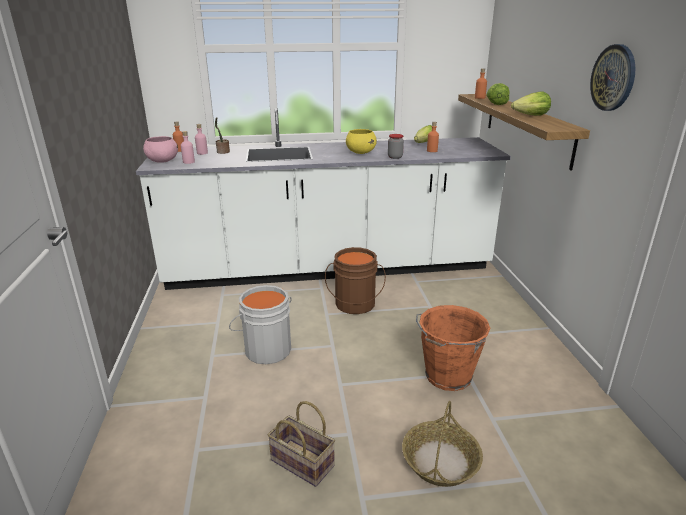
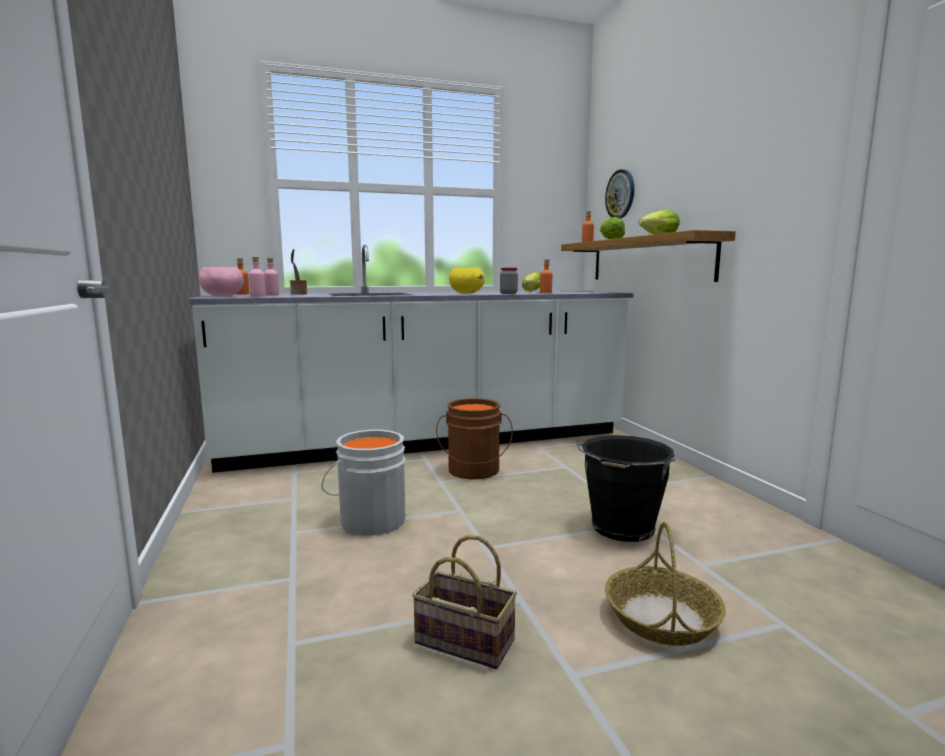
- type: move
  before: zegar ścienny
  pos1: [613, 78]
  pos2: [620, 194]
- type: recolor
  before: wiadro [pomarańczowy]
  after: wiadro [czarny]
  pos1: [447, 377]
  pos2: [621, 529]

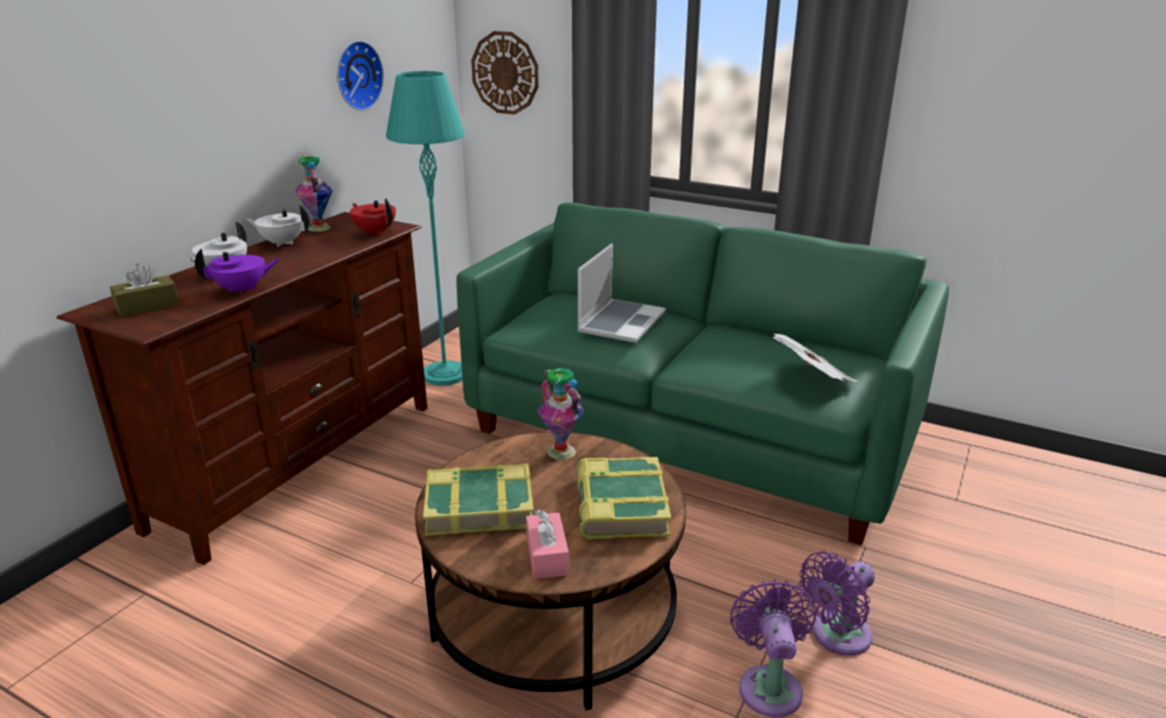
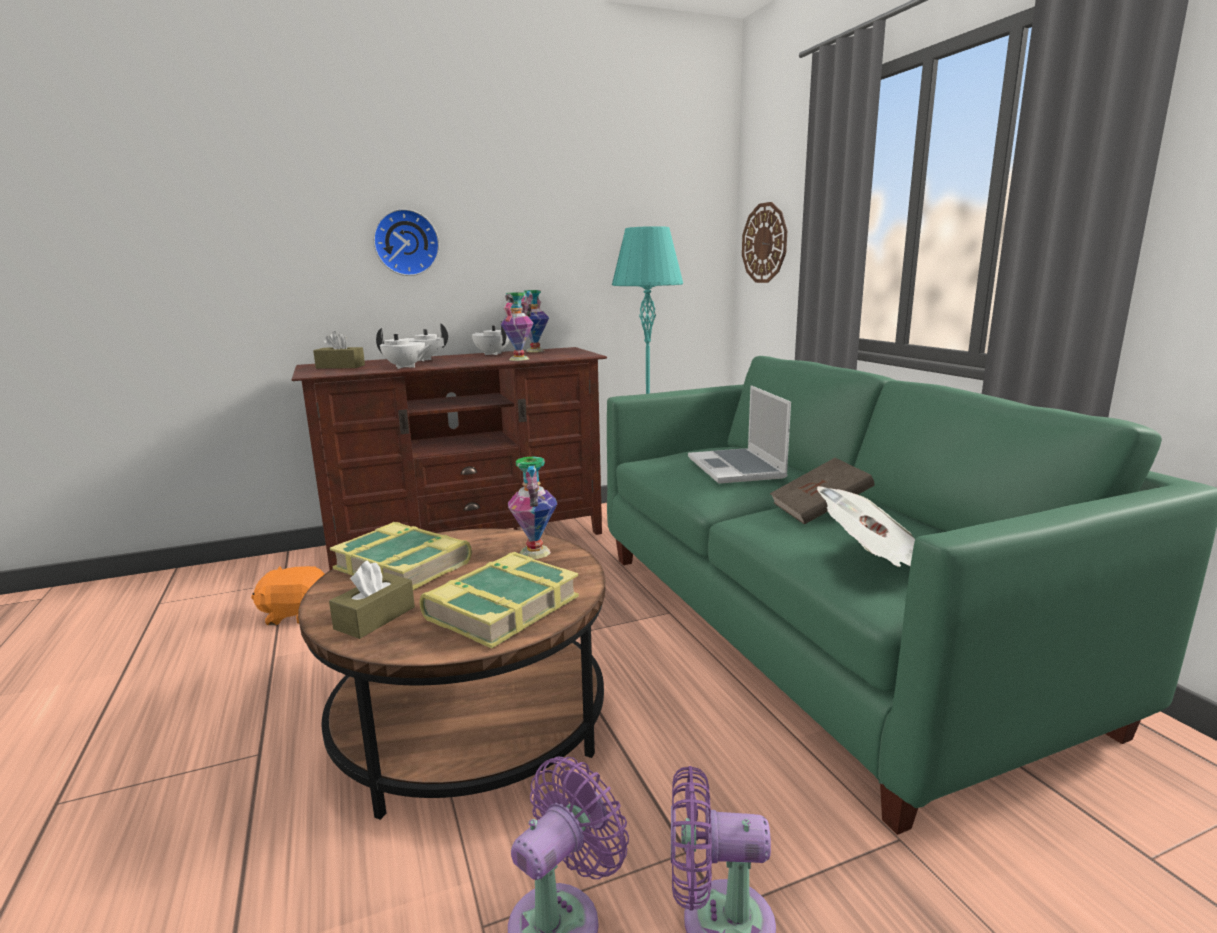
- type: move
  before: zegar ścienny
  pos1: [356, 75]
  pos2: [406, 243]
- type: delete
  before: imbryk [czerwony]
  pos1: [375, 232]
- type: rotate
  before: laptop
  pos1: [621, 322]
  pos2: [737, 468]
  turn: 105
- type: recolor
  before: imbryk [fioletowy]
  after: imbryk [biały]
  pos1: [242, 290]
  pos2: [405, 367]
- type: recolor
  before: pudełko chusteczek [różowy]
  after: pudełko chusteczek [brązowy]
  pos1: [547, 556]
  pos2: [375, 618]
- type: insert
  after: wazon
  pos2: [518, 359]
- type: insert
  after: książka [brązowy]
  pos2: [819, 510]
- type: insert
  after: pluszak [pomarańczowy]
  pos2: [295, 614]

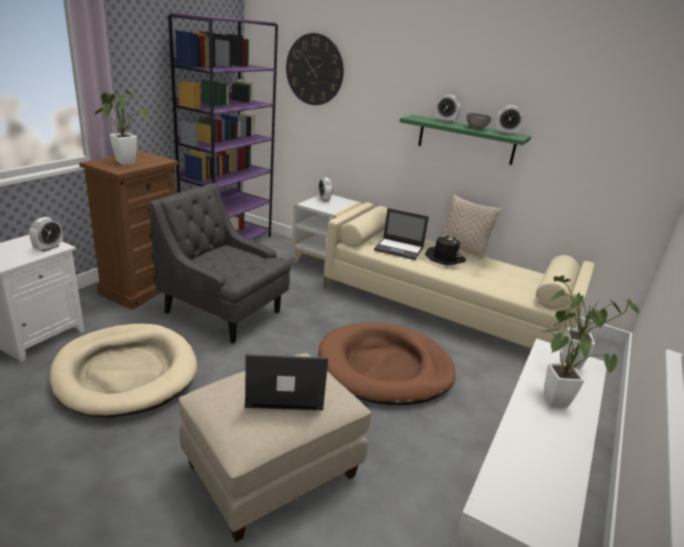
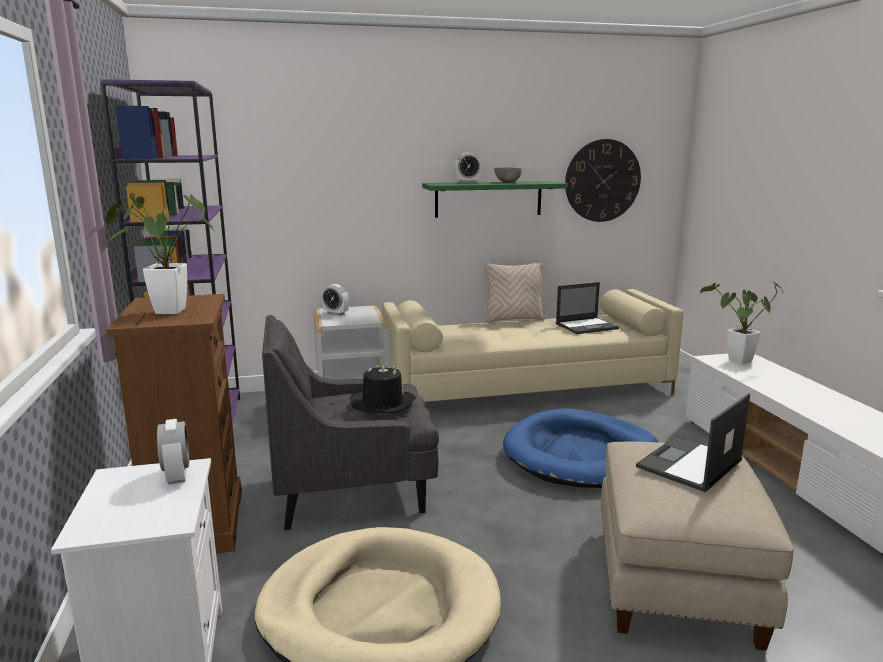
- type: move
  before: zegar ścienny
  pos1: [314, 70]
  pos2: [602, 180]
- type: delete
  before: budzik
  pos1: [506, 133]
- type: move
  before: laptop
  pos1: [399, 249]
  pos2: [587, 326]
- type: move
  before: kapelusz [czarny]
  pos1: [444, 258]
  pos2: [382, 403]
- type: delete
  before: roślina doniczkowa
  pos1: [553, 397]
- type: recolor
  before: legowisko [brązowy]
  after: legowisko [niebieski]
  pos1: [385, 368]
  pos2: [581, 454]

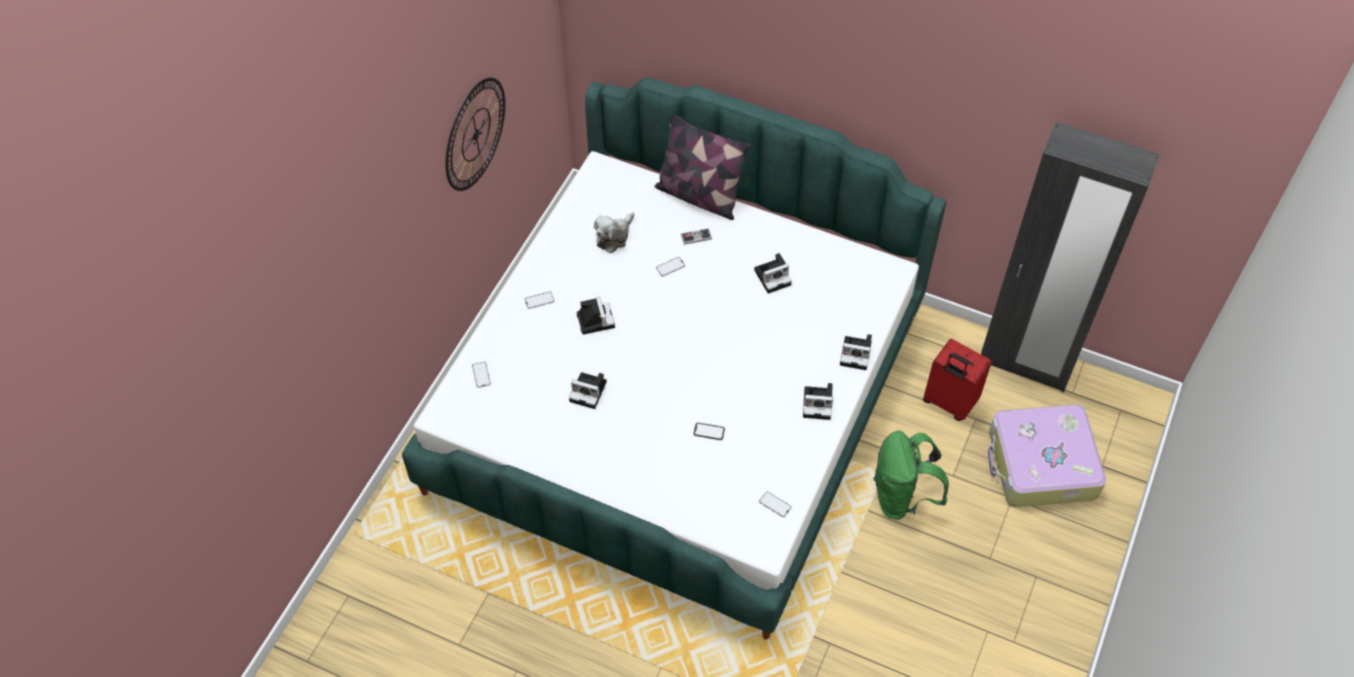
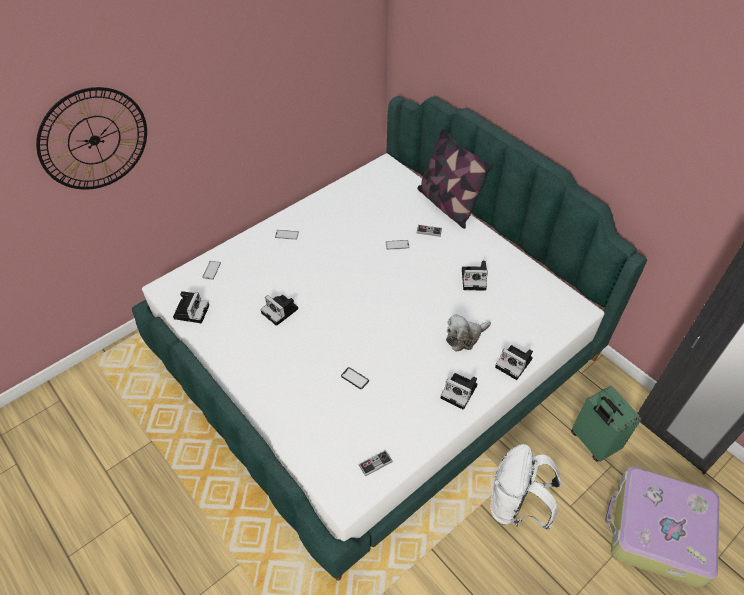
- type: move
  before: zegar ścienny
  pos1: [475, 134]
  pos2: [94, 140]
- type: move
  before: pluszak
  pos1: [614, 236]
  pos2: [464, 337]
- type: move
  before: aparat fotograficzny
  pos1: [595, 319]
  pos2: [191, 311]
- type: recolor
  before: walizka [czerwony]
  after: walizka [zielony]
  pos1: [948, 403]
  pos2: [593, 442]
- type: recolor
  before: plecak [zielony]
  after: plecak [biały]
  pos1: [902, 497]
  pos2: [516, 506]
- type: replace
  before: telefon
  after: pad do gier
  pos1: [775, 504]
  pos2: [375, 463]

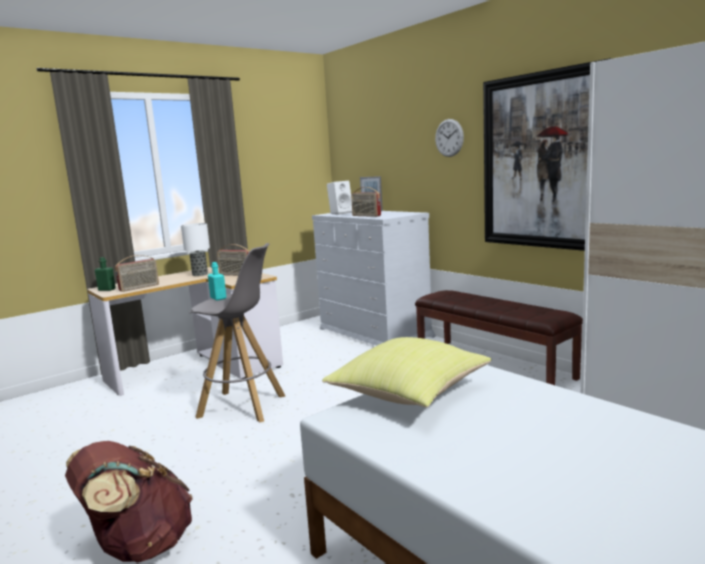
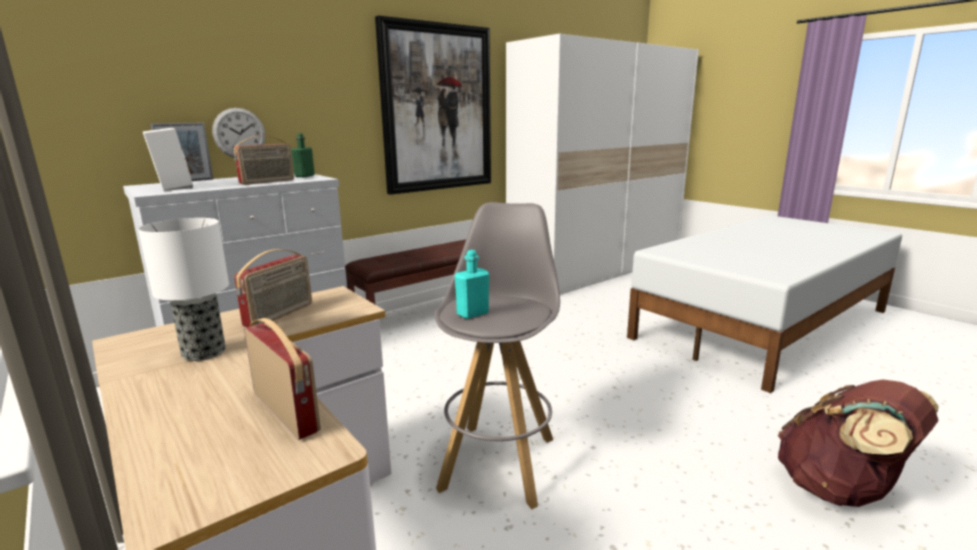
- type: move
  before: zegar ścienny
  pos1: [449, 138]
  pos2: [239, 133]
- type: move
  before: butelka [zielony]
  pos1: [107, 289]
  pos2: [304, 176]
- type: delete
  before: poduszka [żółty]
  pos1: [410, 395]

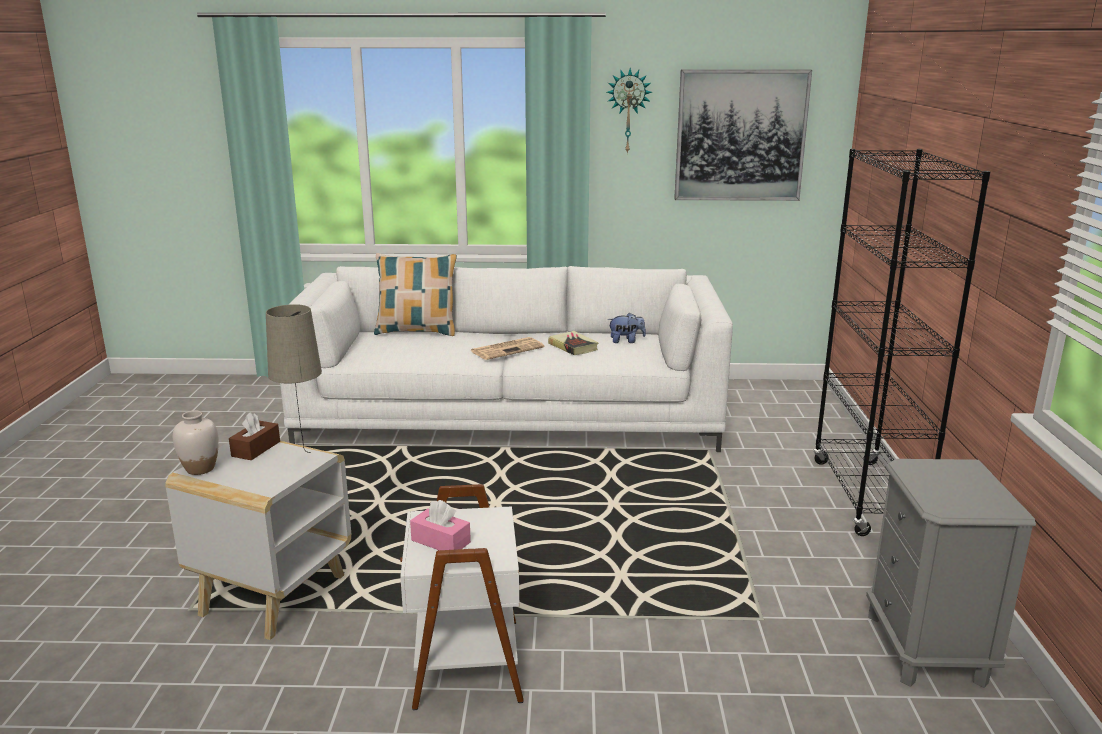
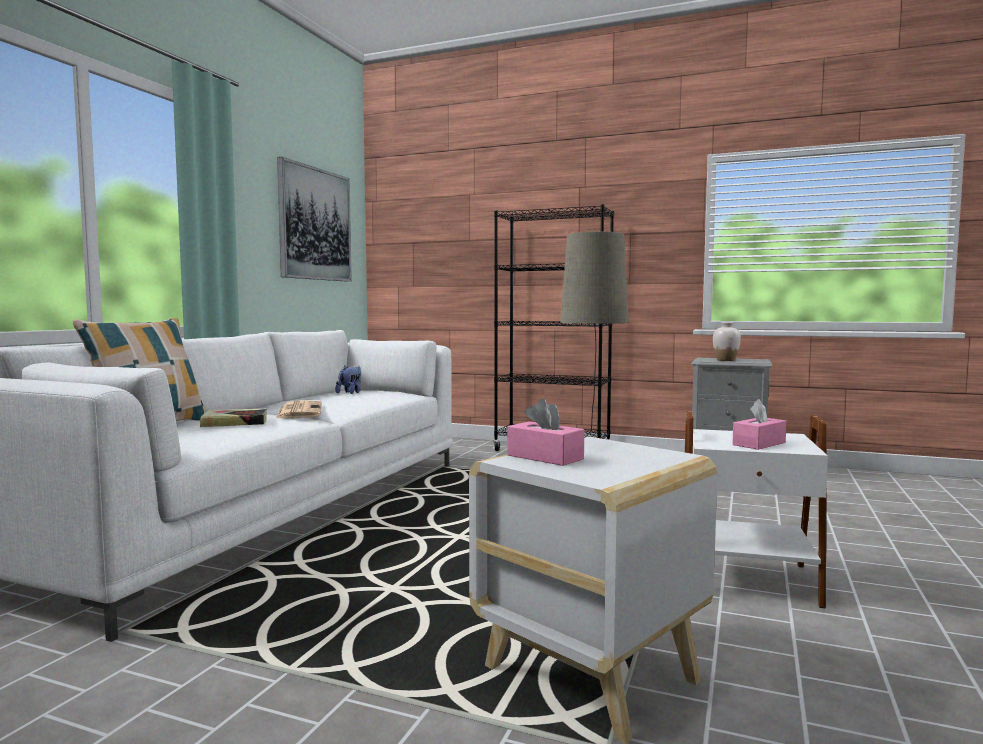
- type: delete
  before: zegar ścienny
  pos1: [628, 111]
- type: move
  before: książka
  pos1: [573, 347]
  pos2: [234, 423]
- type: move
  before: wazon [biały]
  pos1: [200, 469]
  pos2: [725, 360]
- type: recolor
  before: pudełko chusteczek [brązowy]
  after: pudełko chusteczek [różowy]
  pos1: [256, 449]
  pos2: [545, 457]

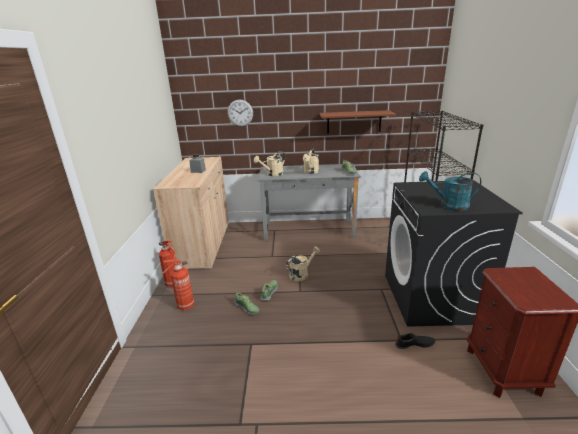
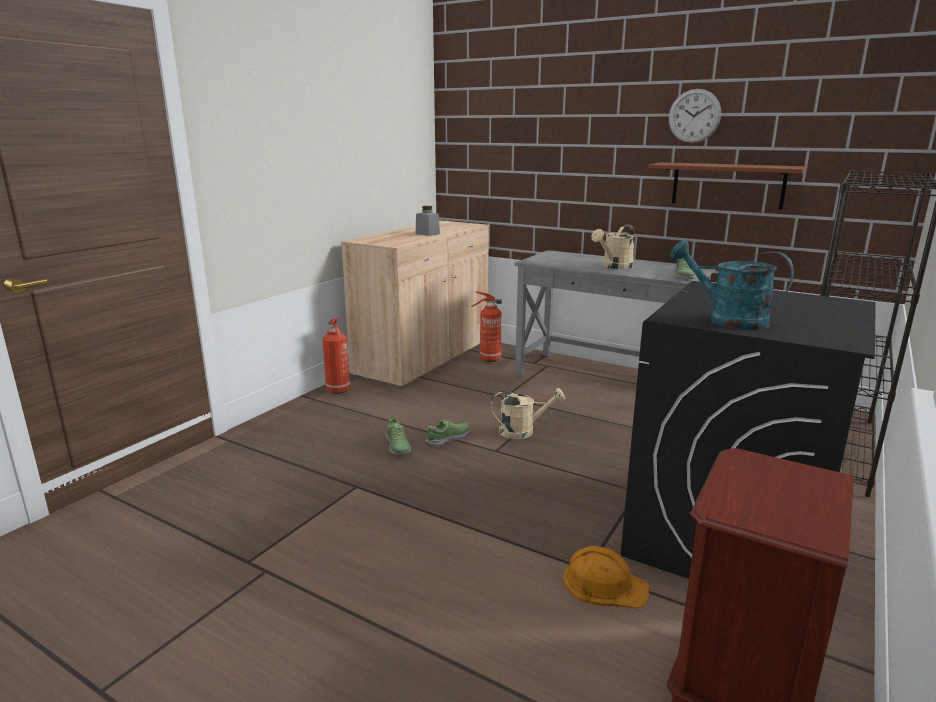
- type: move
  before: zegar ścienny
  pos1: [240, 113]
  pos2: [694, 116]
- type: delete
  before: konewka [beżowy]
  pos1: [272, 174]
- type: move
  before: gaśnica
  pos1: [184, 306]
  pos2: [488, 359]
- type: replace
  before: but [czarny]
  after: kask [pomarańczowy]
  pos1: [414, 344]
  pos2: [604, 584]

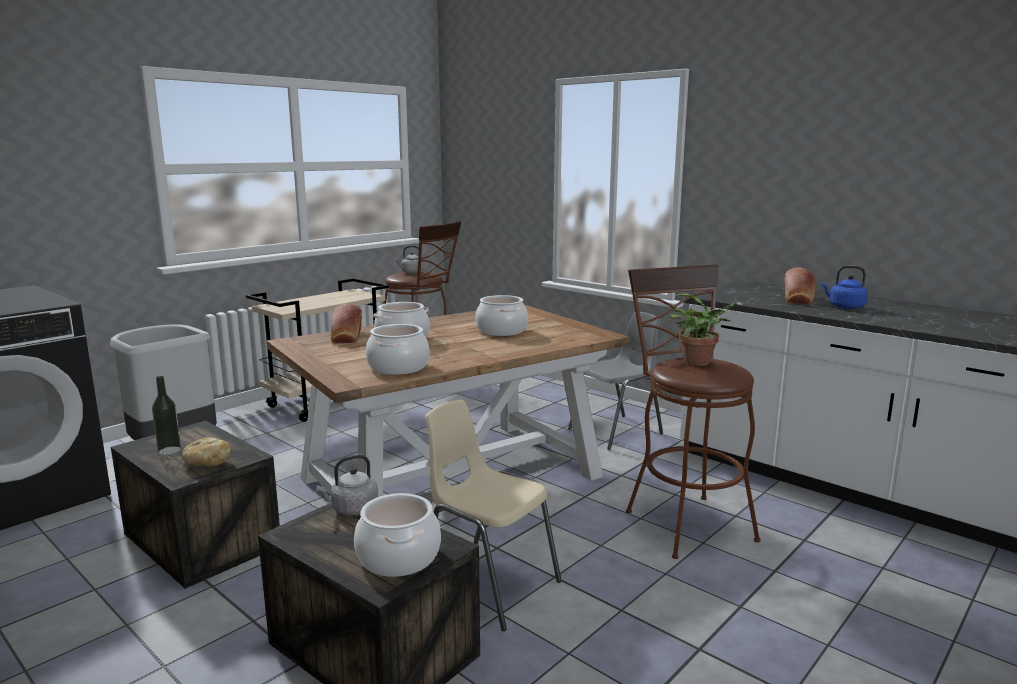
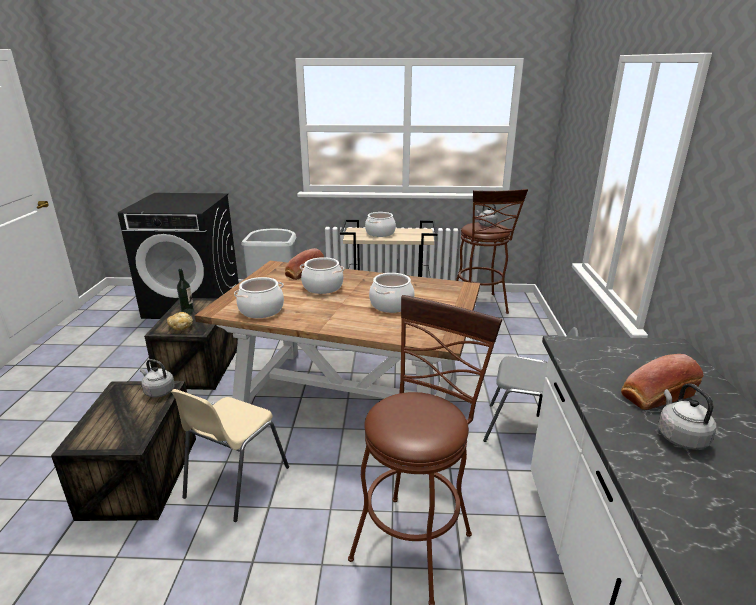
- type: recolor
  before: czajnik [niebieski]
  after: czajnik [szary]
  pos1: [844, 307]
  pos2: [679, 436]
- type: delete
  before: roślina doniczkowa
  pos1: [700, 362]
- type: rotate
  before: krzesło [beżowy]
  pos1: [487, 584]
  pos2: [235, 482]
  turn: -150
- type: move
  before: garnek
  pos1: [399, 557]
  pos2: [380, 233]

